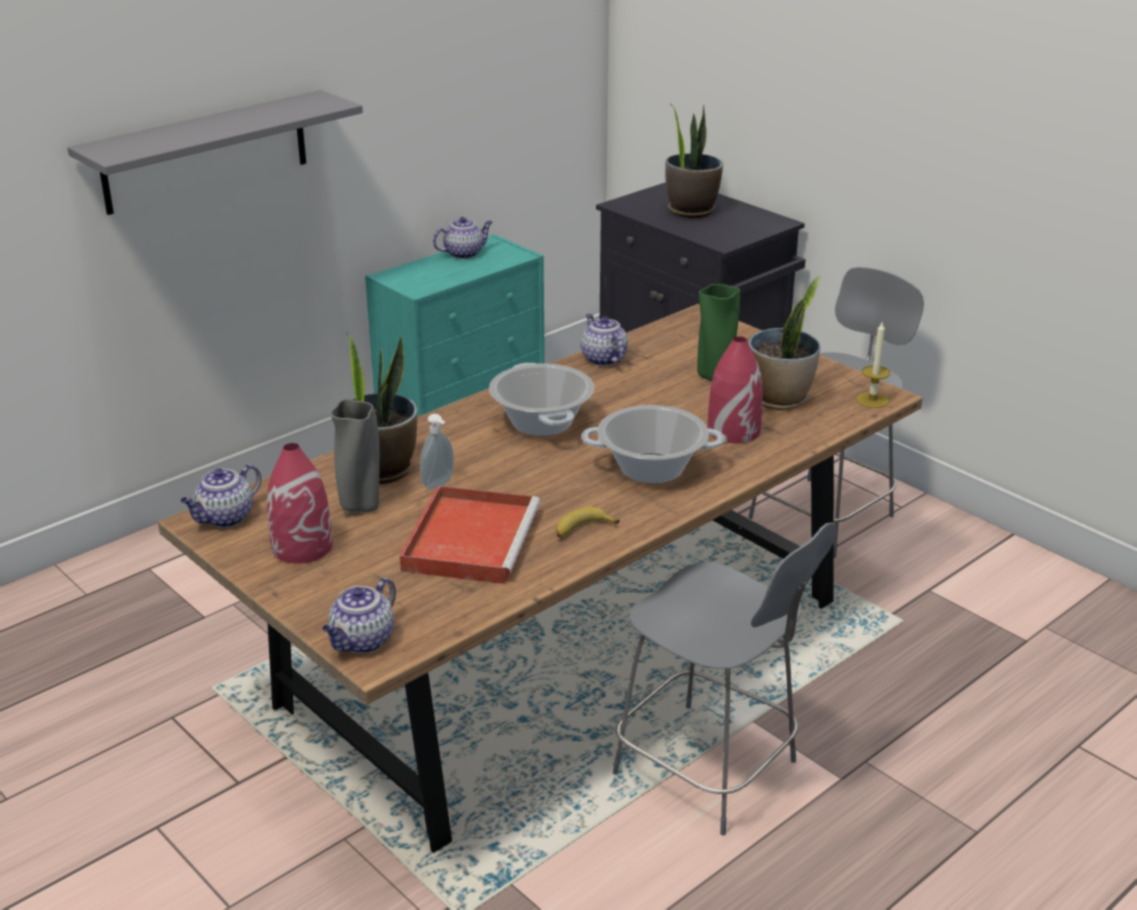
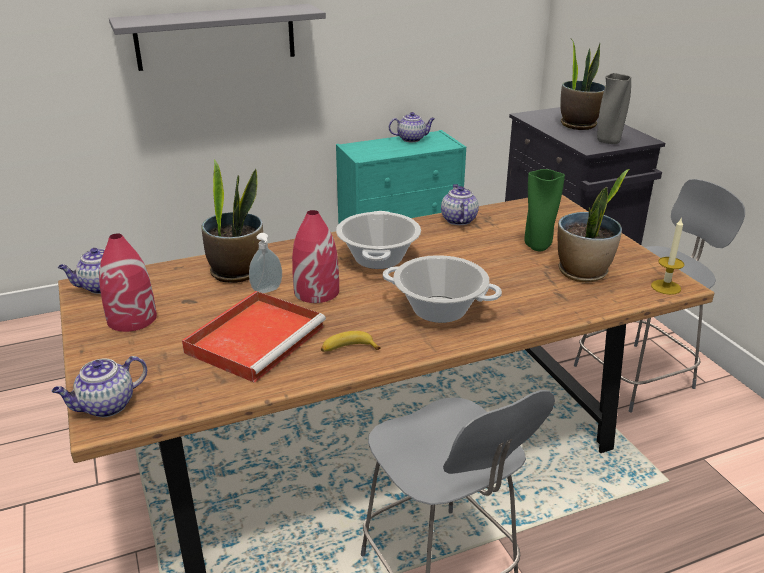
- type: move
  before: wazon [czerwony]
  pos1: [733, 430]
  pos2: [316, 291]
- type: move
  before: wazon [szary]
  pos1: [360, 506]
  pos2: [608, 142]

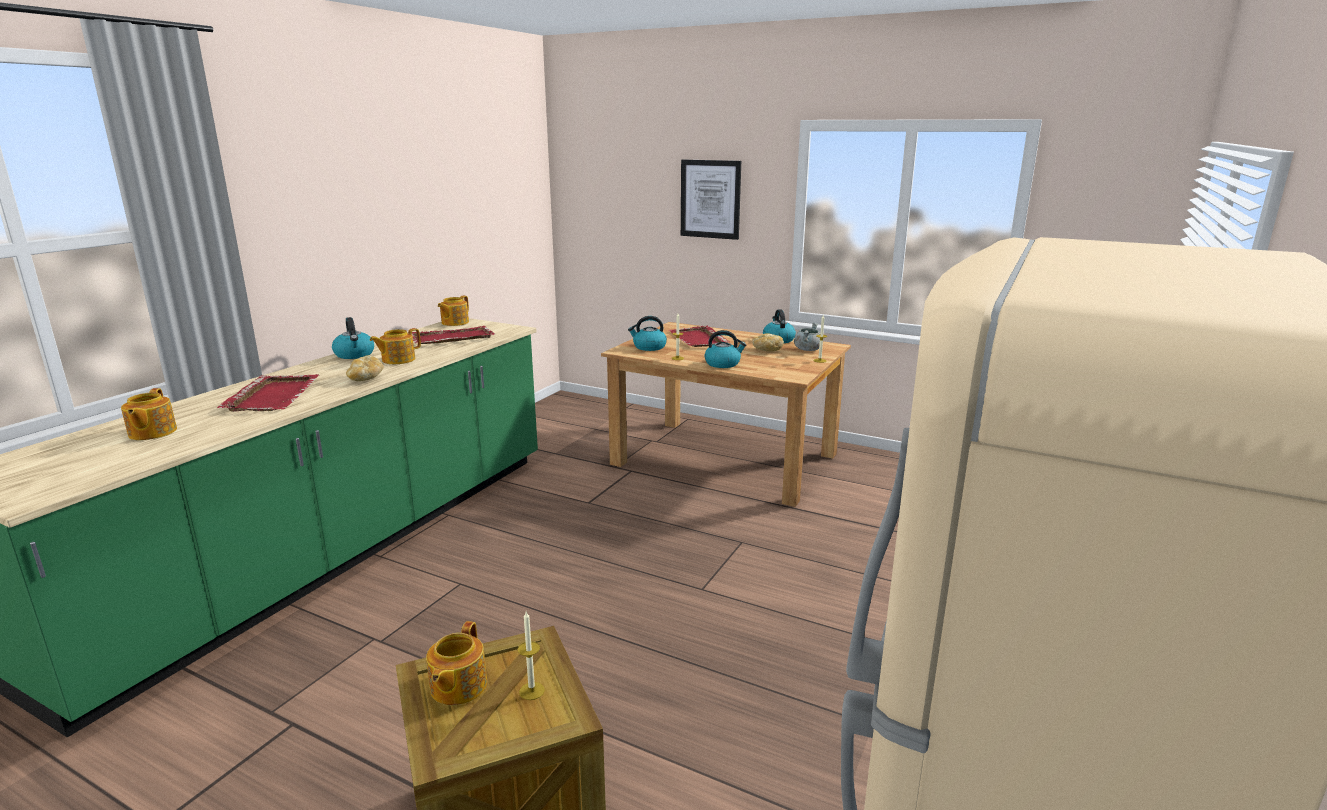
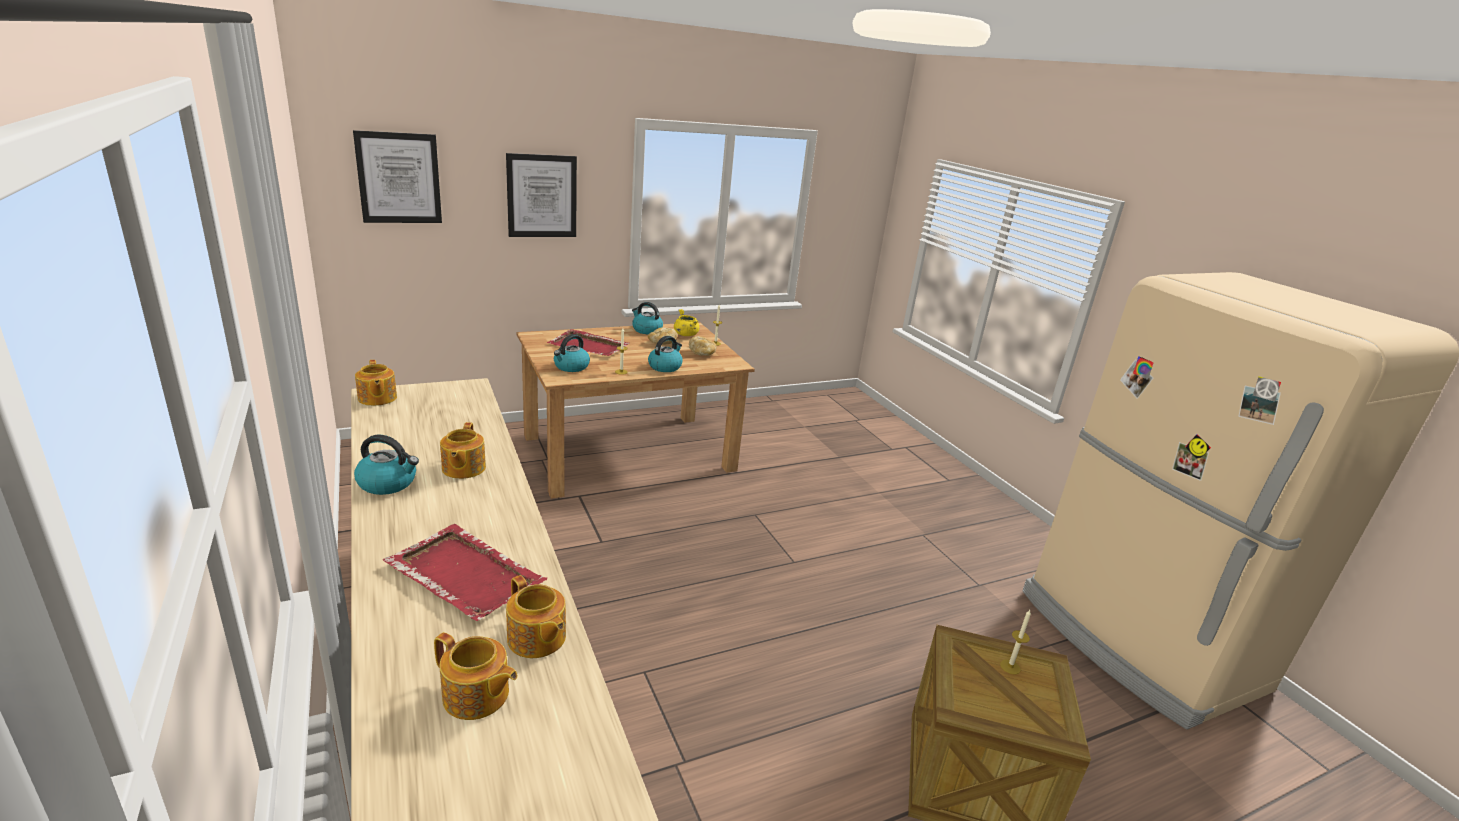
- type: recolor
  before: garnek [szary]
  after: garnek [żółty]
  pos1: [807, 349]
  pos2: [685, 334]
- type: delete
  before: taca [czerwony]
  pos1: [451, 338]
- type: move
  before: chleb
  pos1: [366, 379]
  pos2: [702, 353]
- type: move
  before: imbryk
  pos1: [457, 687]
  pos2: [536, 639]
- type: insert
  after: obraz
  pos2: [399, 178]

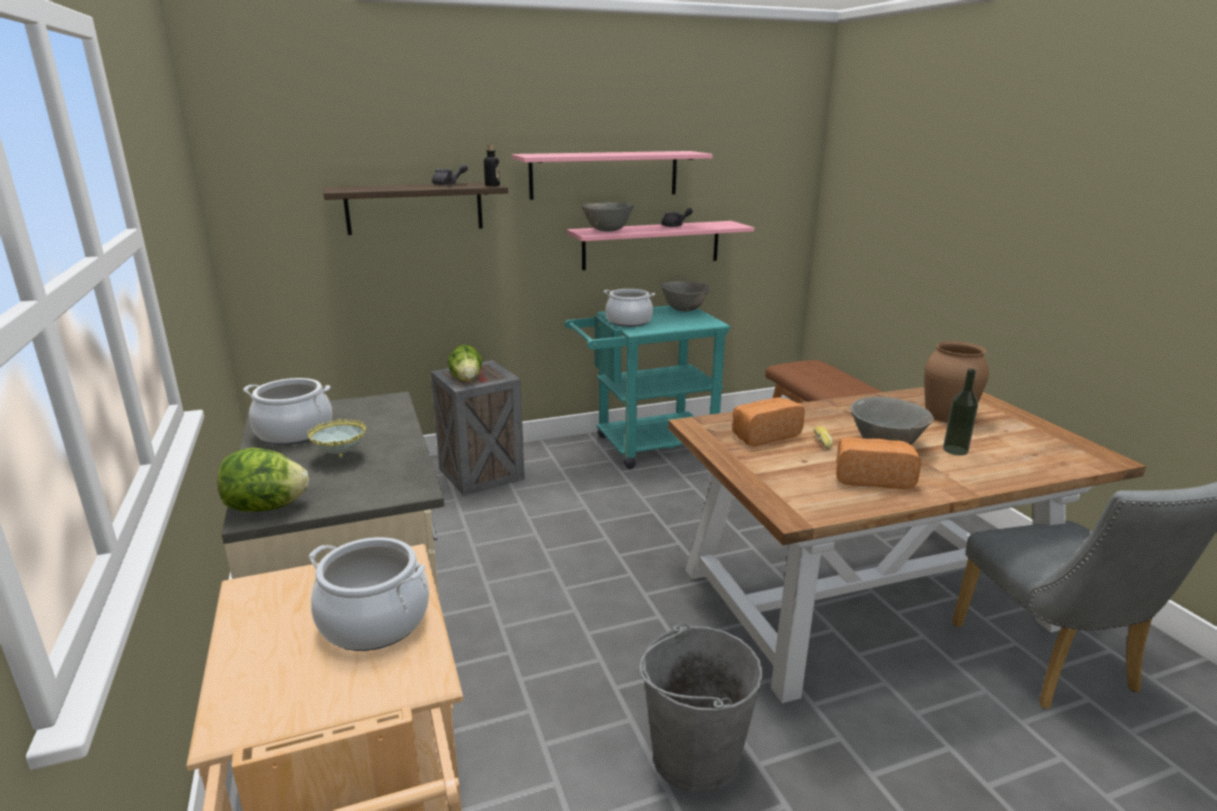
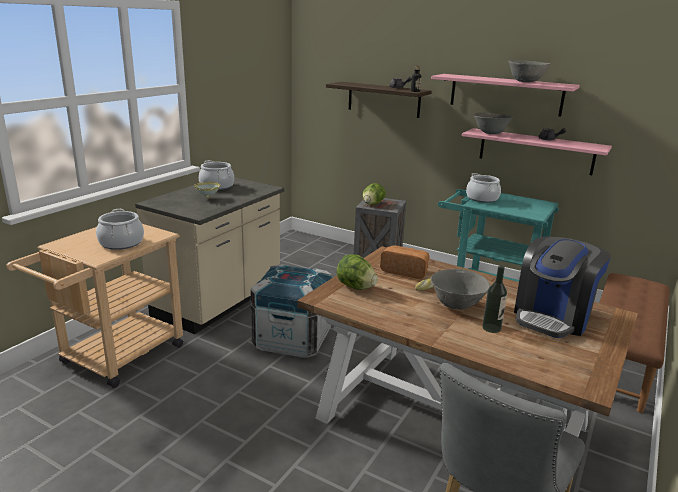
- type: move
  before: miska [szary]
  pos1: [684, 309]
  pos2: [525, 82]
- type: replace
  before: wazon [brązowy]
  after: ekspres do kawy
  pos1: [947, 415]
  pos2: [552, 317]
- type: delete
  before: chleb
  pos1: [871, 478]
- type: move
  before: sałata
  pos1: [266, 507]
  pos2: [355, 287]
- type: delete
  before: wiadro [szary]
  pos1: [694, 756]
- type: insert
  after: skrzynka
  pos2: [292, 340]

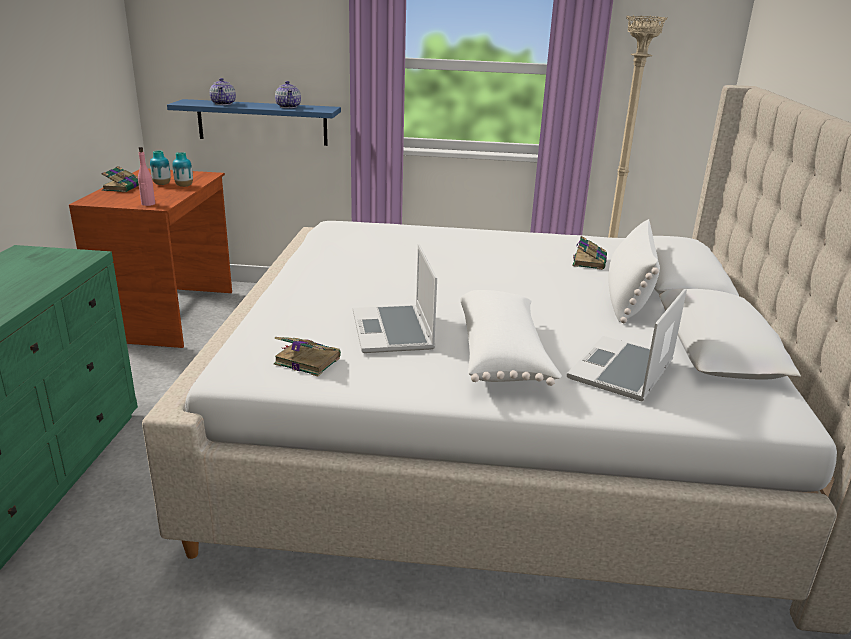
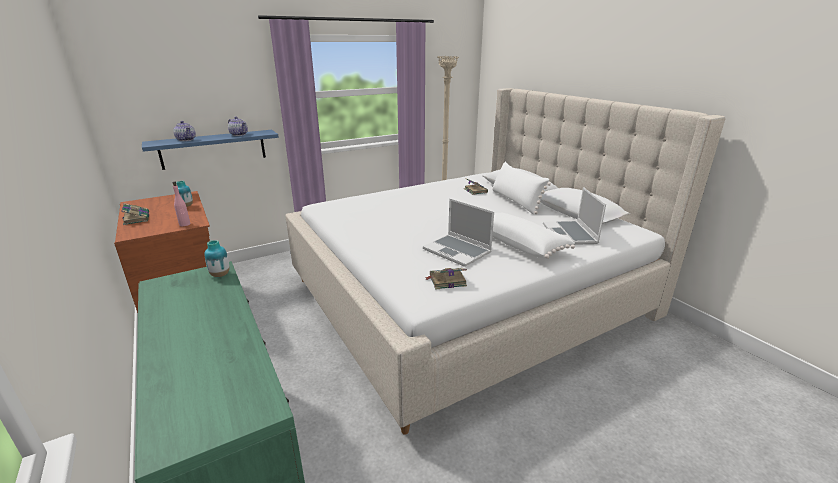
- type: move
  before: wazon
  pos1: [162, 184]
  pos2: [220, 275]

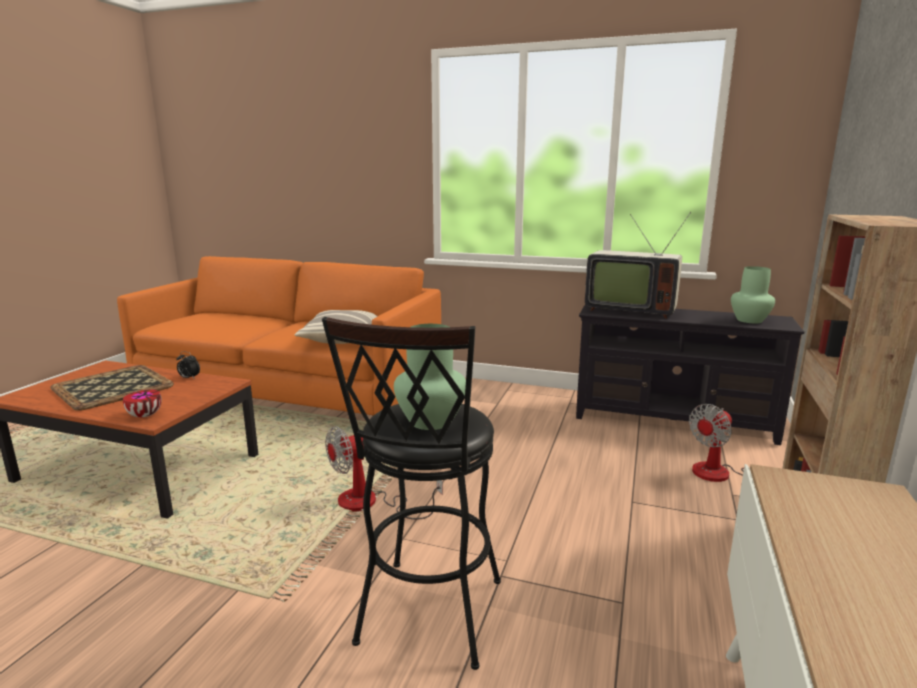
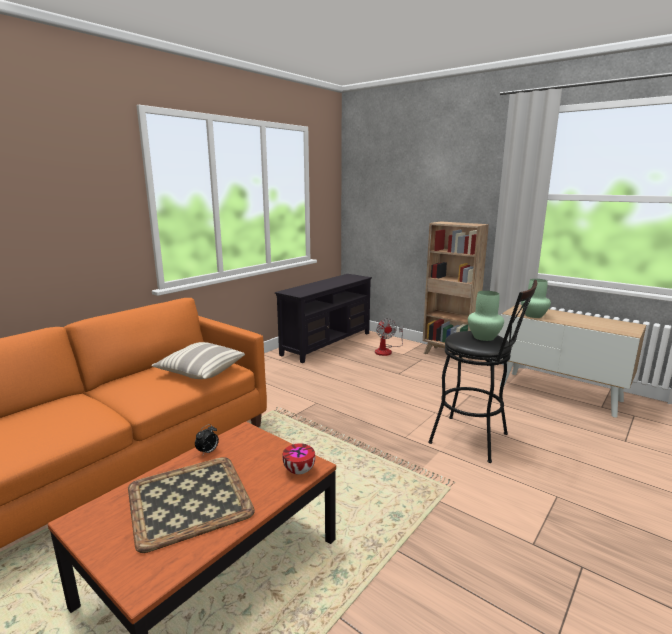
- type: delete
  before: telewizor
  pos1: [629, 310]
- type: move
  before: wazon [zielony]
  pos1: [749, 320]
  pos2: [533, 315]
- type: delete
  before: wentylator
  pos1: [370, 503]

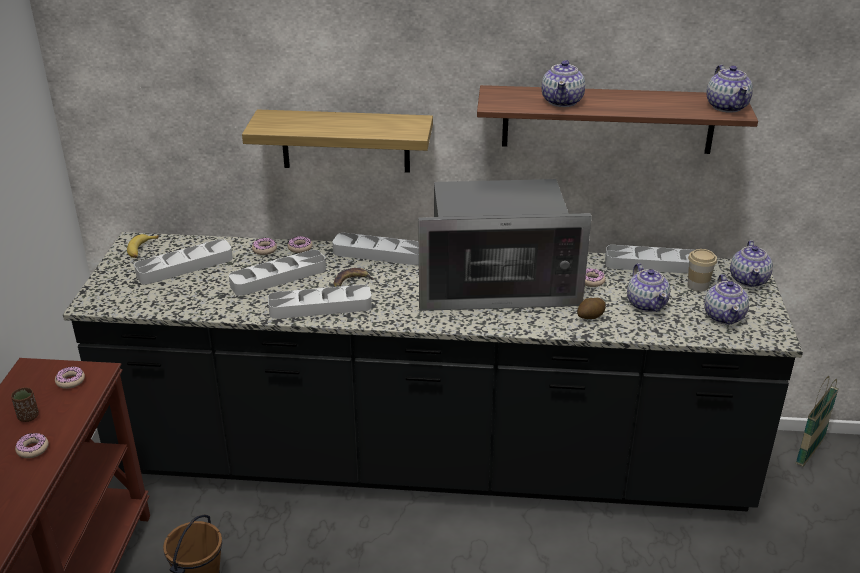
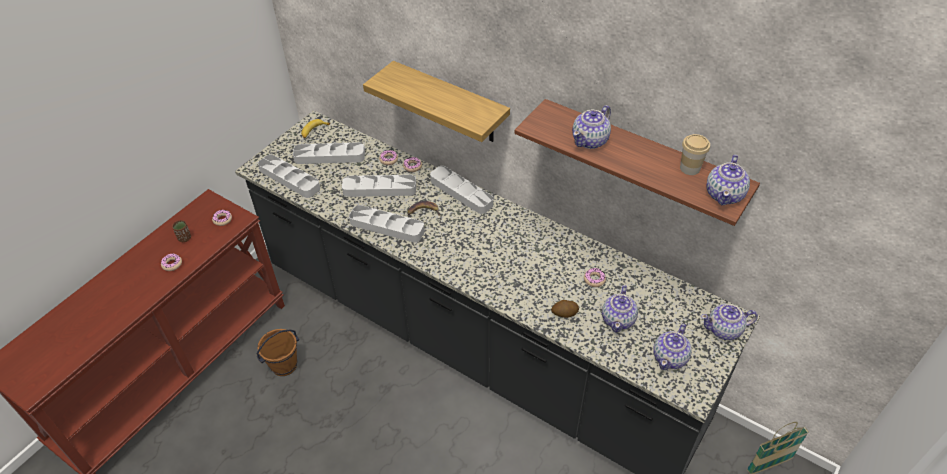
- type: delete
  before: mikrofalówka
  pos1: [496, 285]
- type: rotate
  before: imbryk
  pos1: [749, 280]
  pos2: [724, 330]
  turn: 45
- type: move
  before: taca [szary]
  pos1: [653, 264]
  pos2: [289, 179]
- type: move
  before: filiżanka
  pos1: [697, 286]
  pos2: [690, 168]

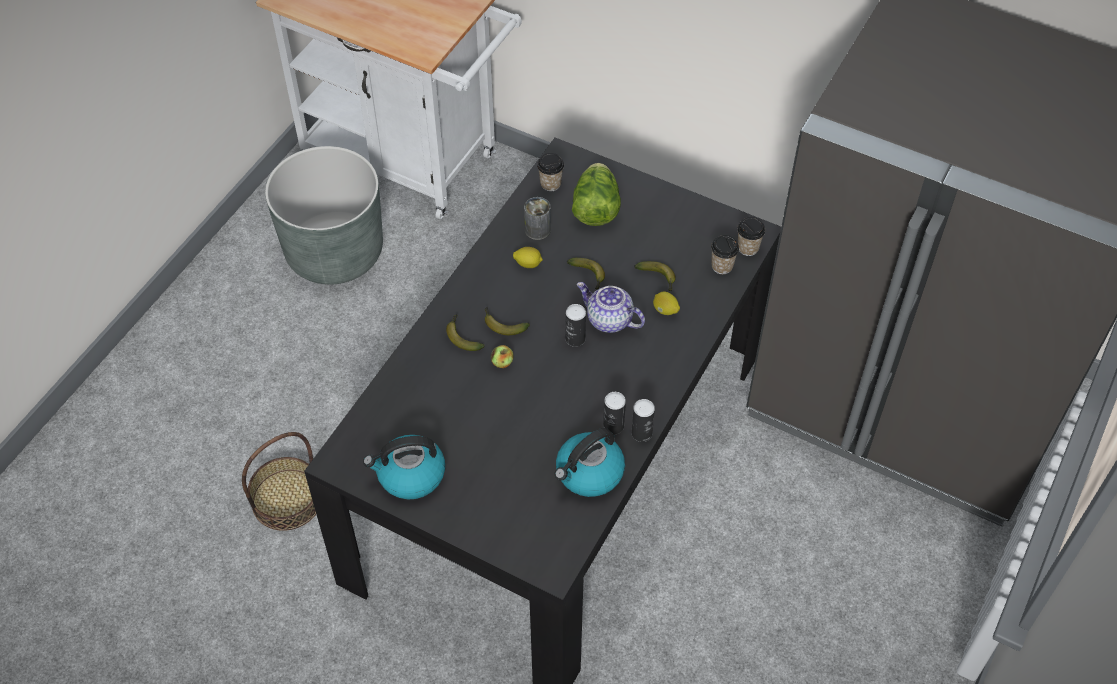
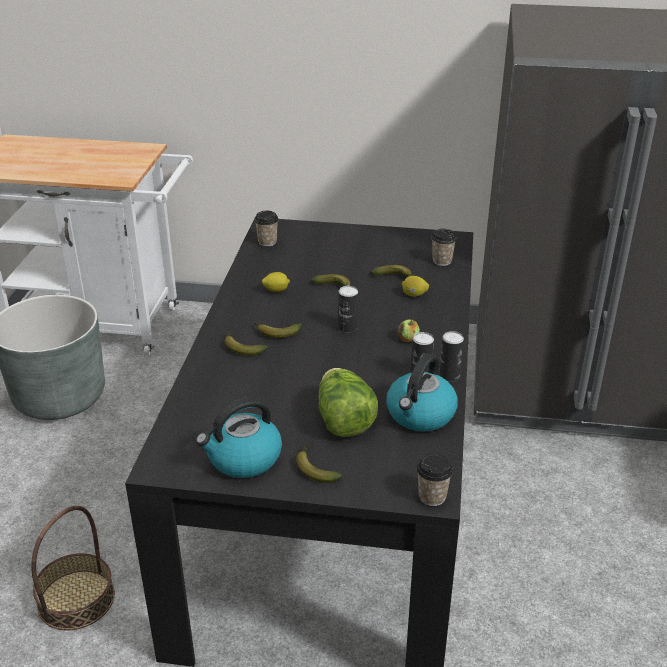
- type: move
  before: sałata
  pos1: [595, 209]
  pos2: [343, 420]
- type: delete
  before: puszka
  pos1: [537, 229]
- type: move
  before: filiżanka
  pos1: [748, 248]
  pos2: [432, 496]
- type: delete
  before: imbryk
  pos1: [608, 320]
- type: move
  before: jabłko
  pos1: [502, 362]
  pos2: [408, 339]
- type: insert
  after: banan
  pos2: [315, 468]

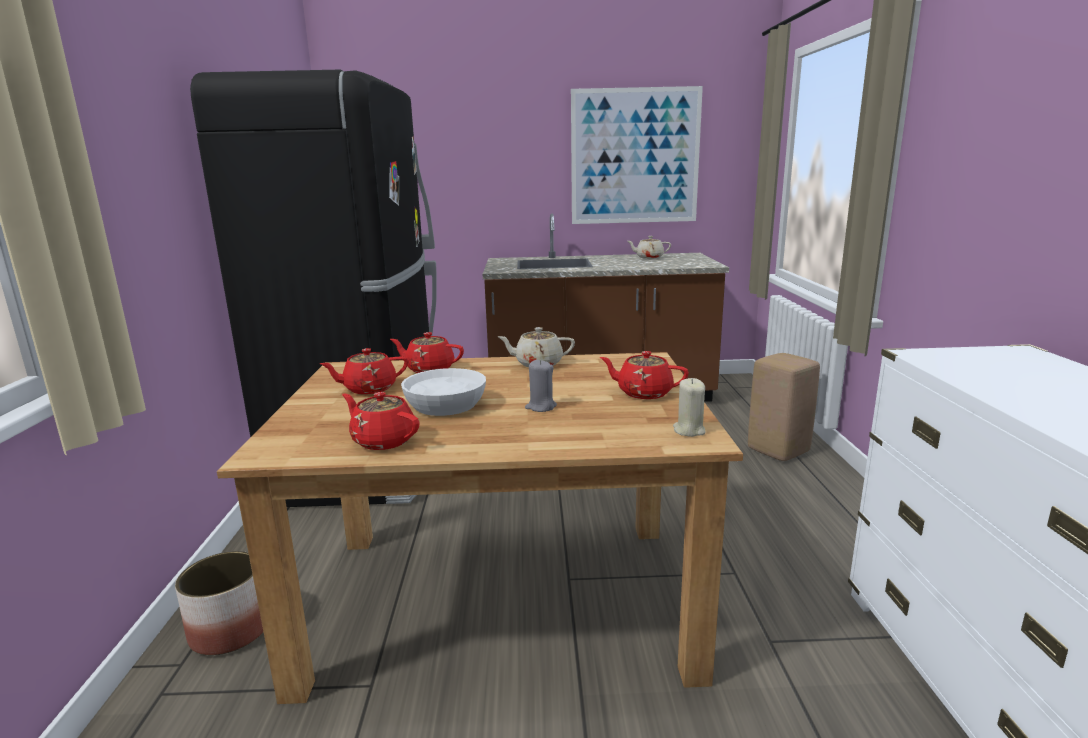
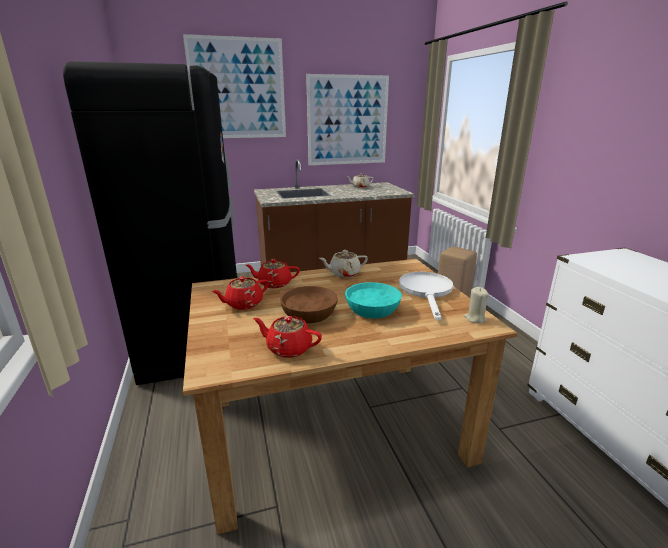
- type: replace
  before: imbryk [czerwony]
  after: patelnia [biały]
  pos1: [643, 393]
  pos2: [427, 292]
- type: replace
  before: świeca [szary]
  after: miska [turkusowy]
  pos1: [540, 407]
  pos2: [372, 309]
- type: recolor
  before: miska [biały]
  after: miska [brązowy]
  pos1: [445, 405]
  pos2: [309, 313]
- type: delete
  before: donica
  pos1: [230, 630]
- type: insert
  after: obraz
  pos2: [238, 89]

